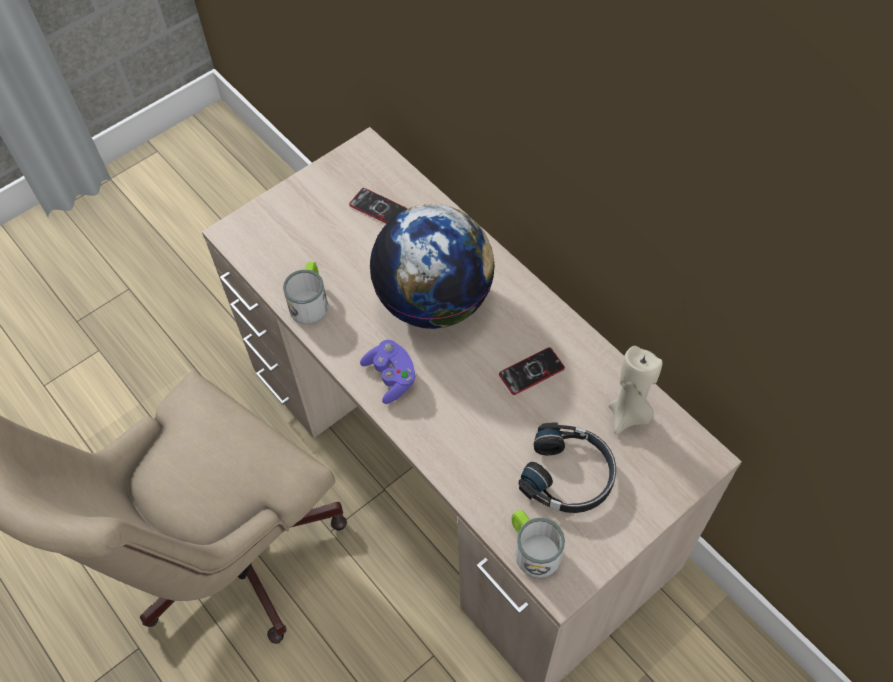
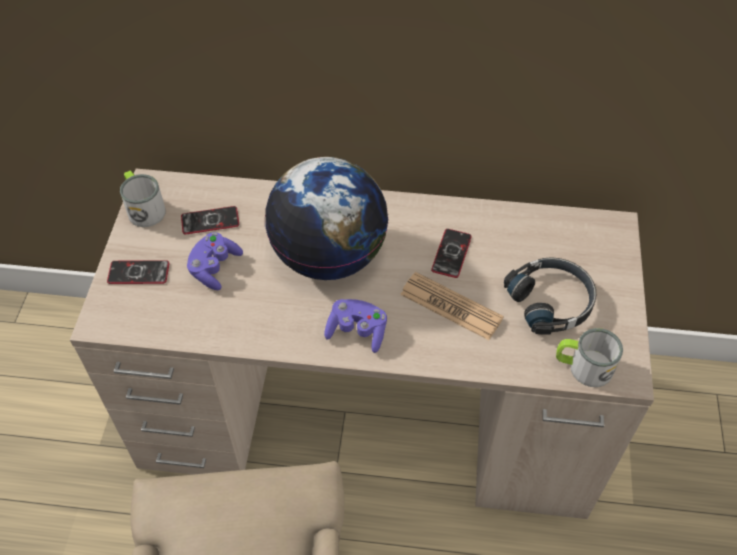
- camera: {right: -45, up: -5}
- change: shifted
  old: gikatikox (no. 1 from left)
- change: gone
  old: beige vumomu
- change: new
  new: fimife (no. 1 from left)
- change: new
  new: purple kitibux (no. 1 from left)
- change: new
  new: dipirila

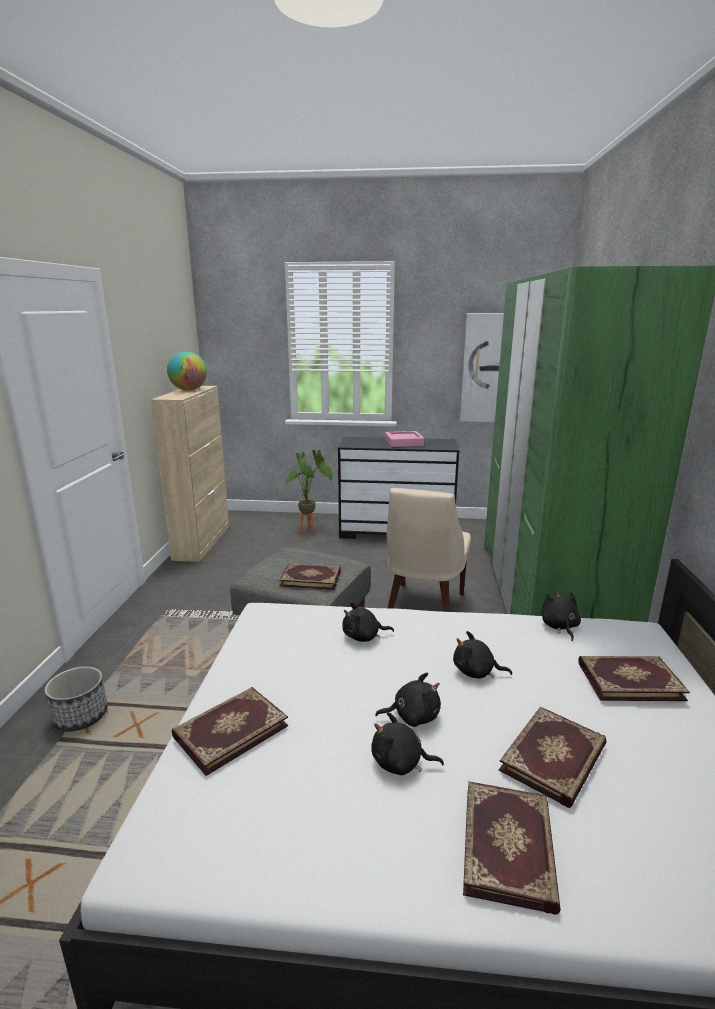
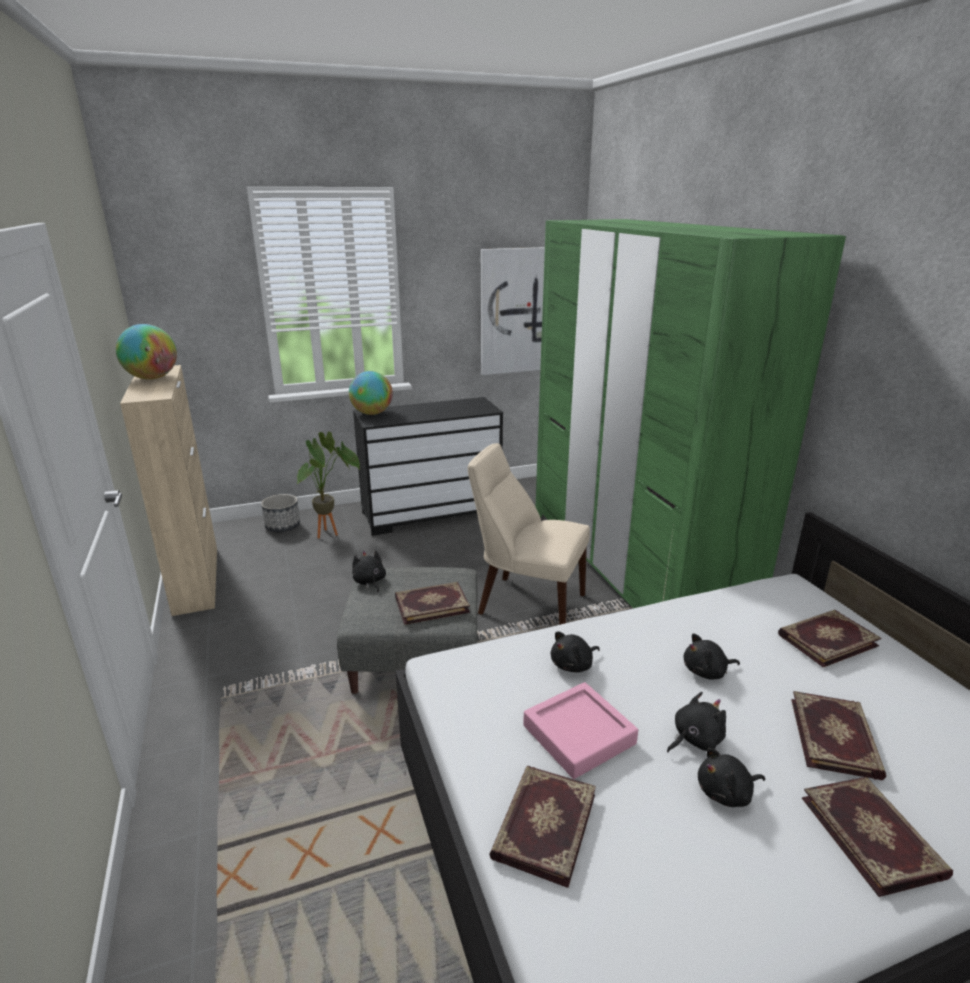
- camera: {right: -25, up: 5}
- change: shifted
  old: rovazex
- change: shifted
  old: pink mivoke
- change: rotated
  old: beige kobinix
  degrees: 120
- change: shifted
  old: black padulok (no. 5 from left in the first image)
  new: black padulok (no. 1 from left)
- change: new
  new: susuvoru (no. 2 from left)

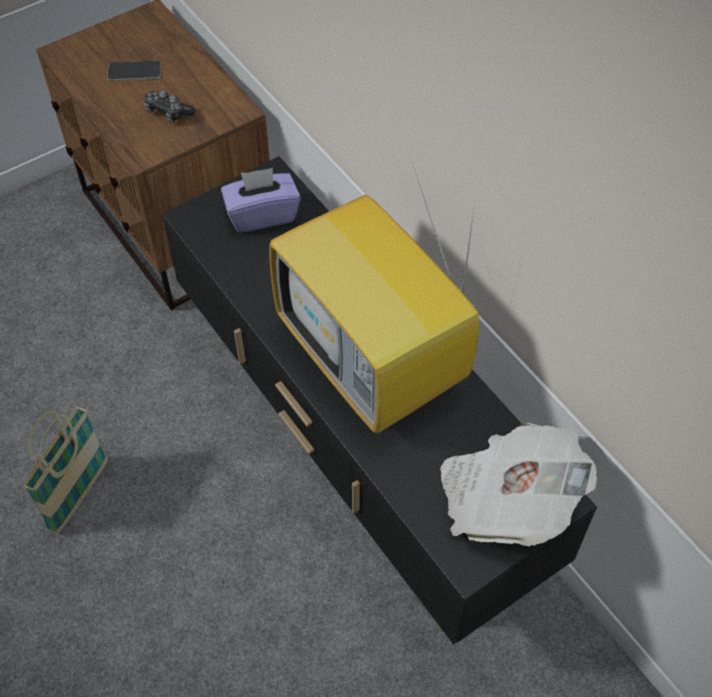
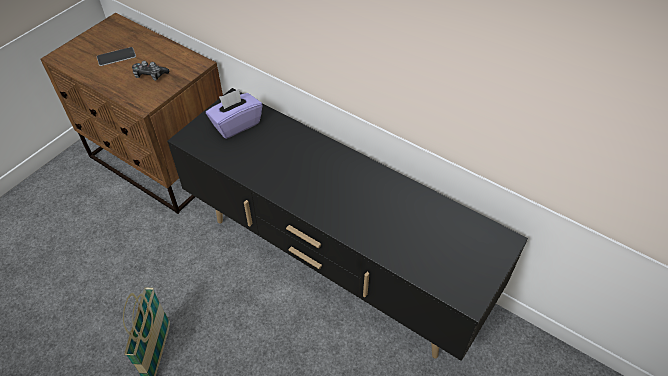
- camera: {right: -20, up: -5}
- change: gone
  old: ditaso
- change: gone
  old: dipirila

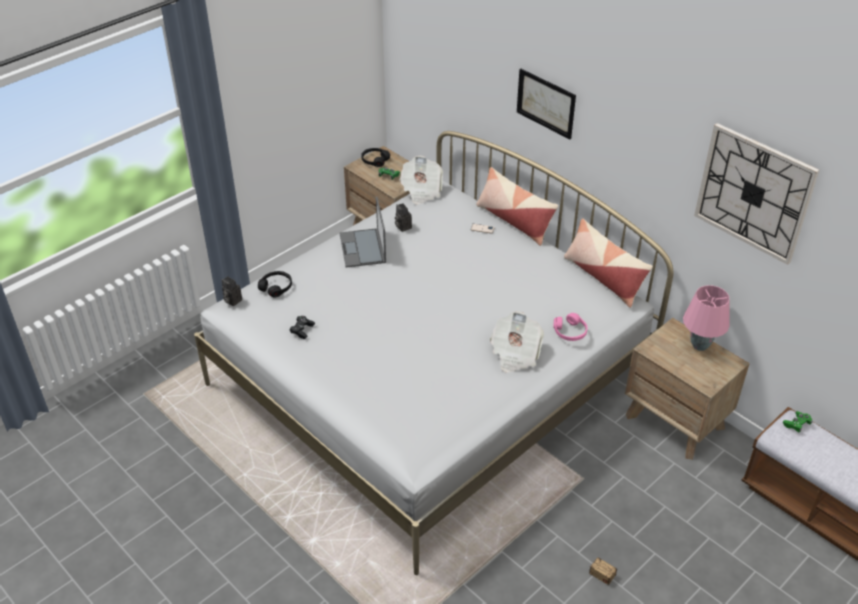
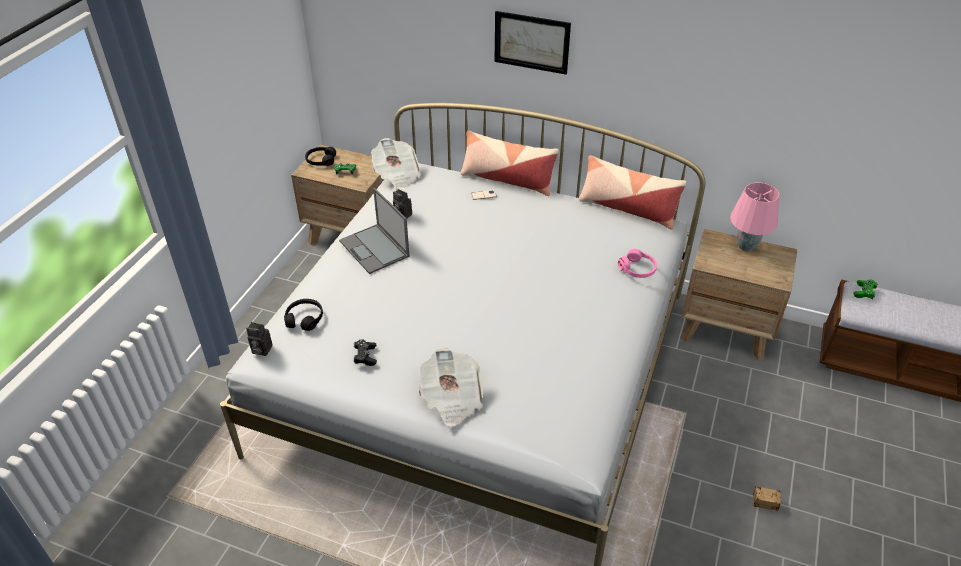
- camera: {right: -25, up: 0}
- change: shifted
  old: dipirila (no. 2 from left)
- change: gone
  old: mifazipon

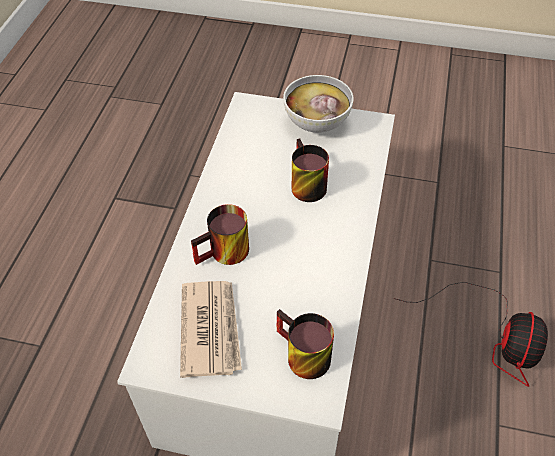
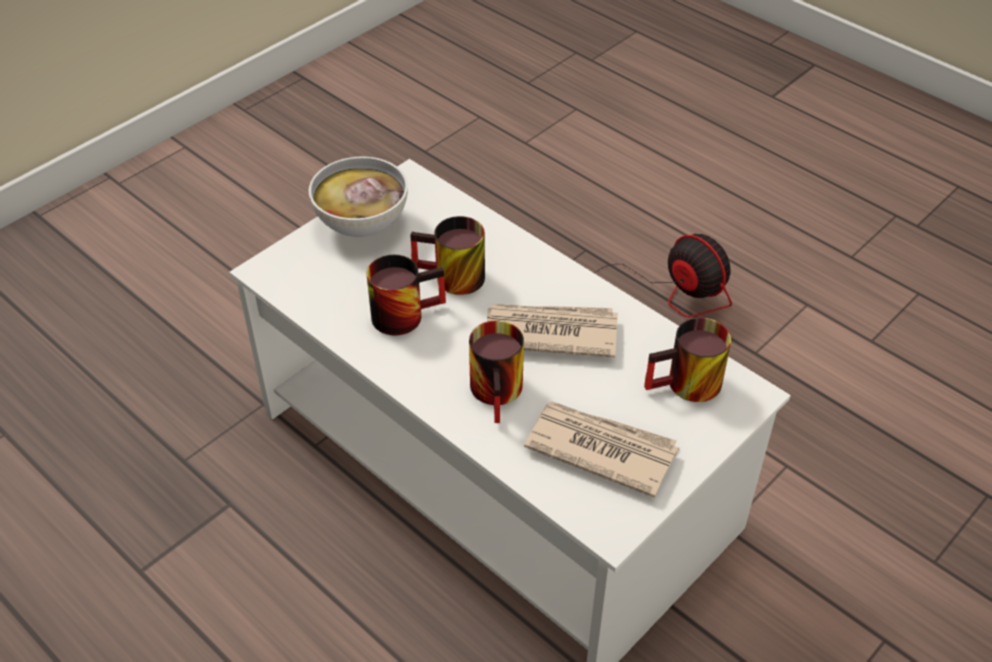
- camera: {right: -60, up: -5}
- change: new
  new: gikatikox (no. 1 from left)
- change: new
  new: dipirila (no. 1 from left)

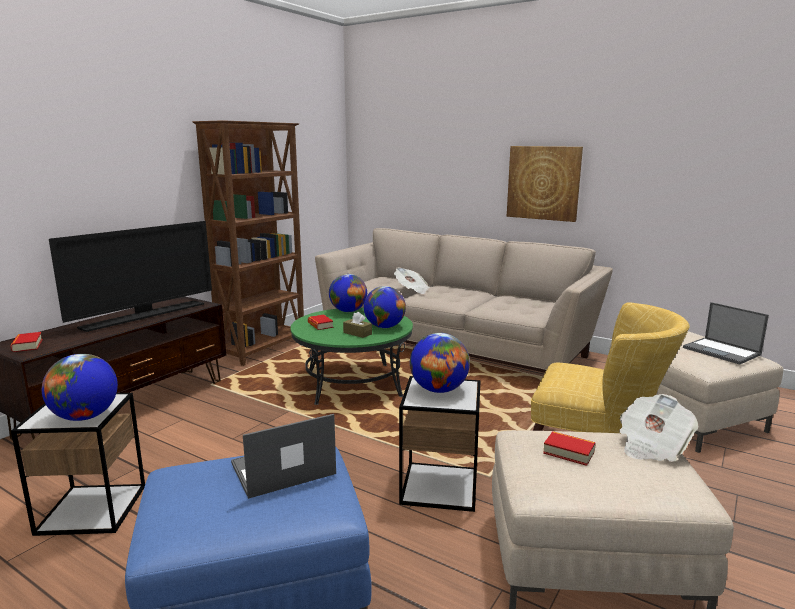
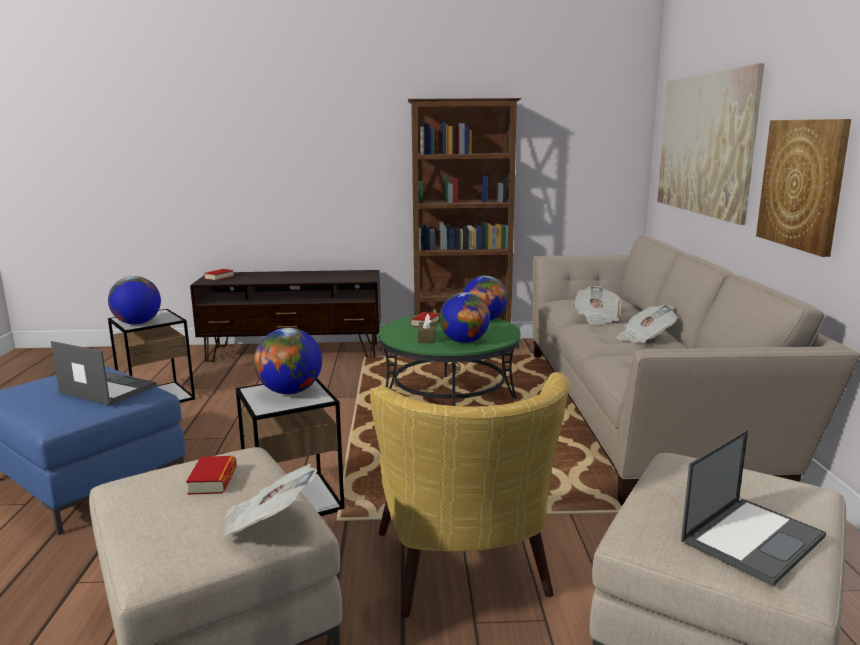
- camera: {right: 55, up: 0}
- change: gone
  old: ditaso
- change: rotated
  old: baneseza (no. 2 from left)
  degrees: -150
- change: new
  new: dipirila (no. 3 from left)
- change: new
  new: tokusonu (no. 1 from left)

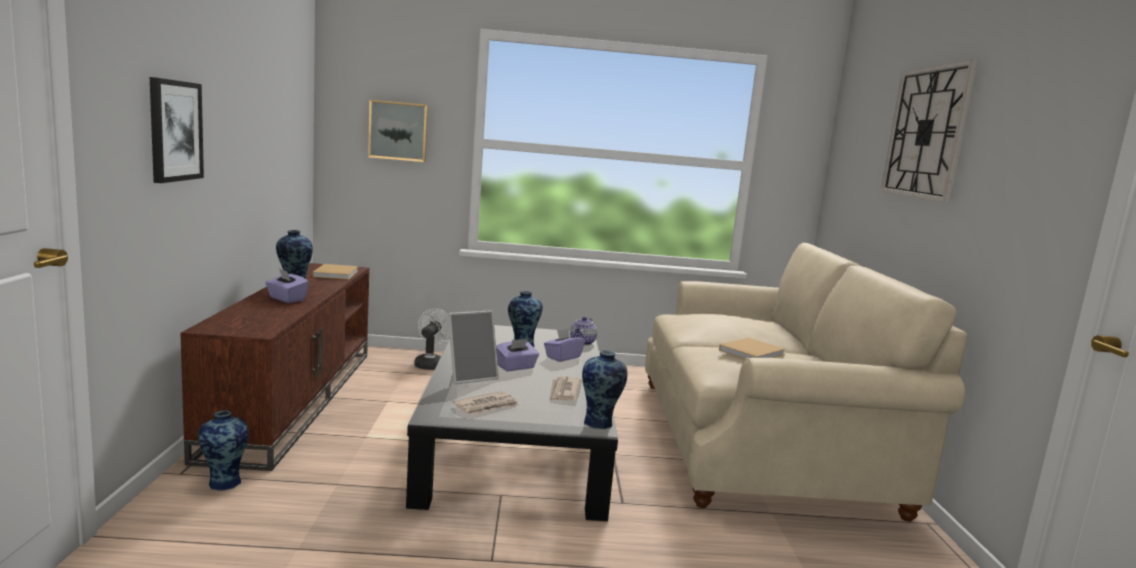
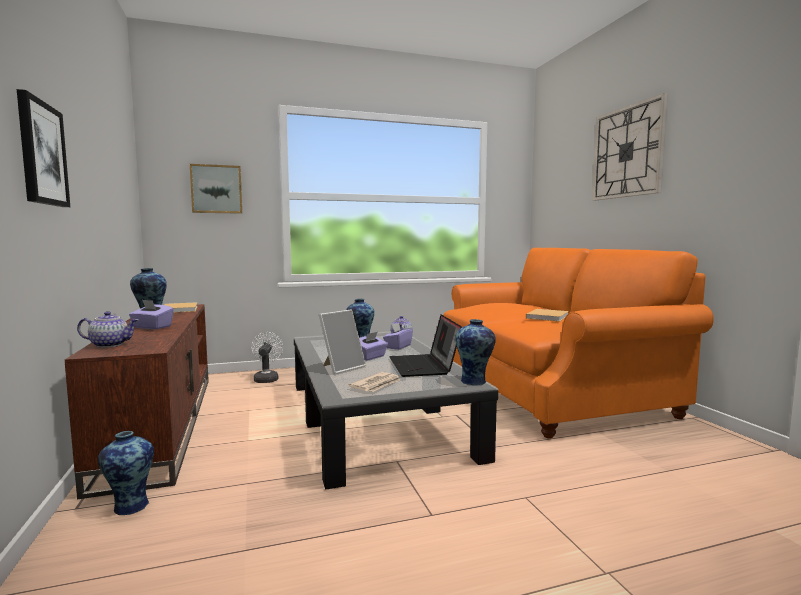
- camera: {right: -15, up: -5}
- change: swapped
  old: dipirila (no. 2 from left)
  new: baneseza
- change: repainted
  old: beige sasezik
  new: orange sasezik
- change: new
  new: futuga (no. 1 from left)

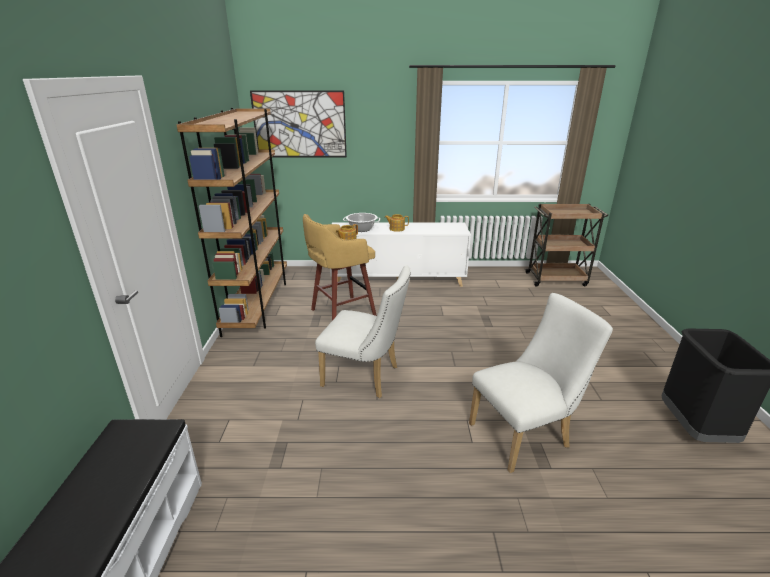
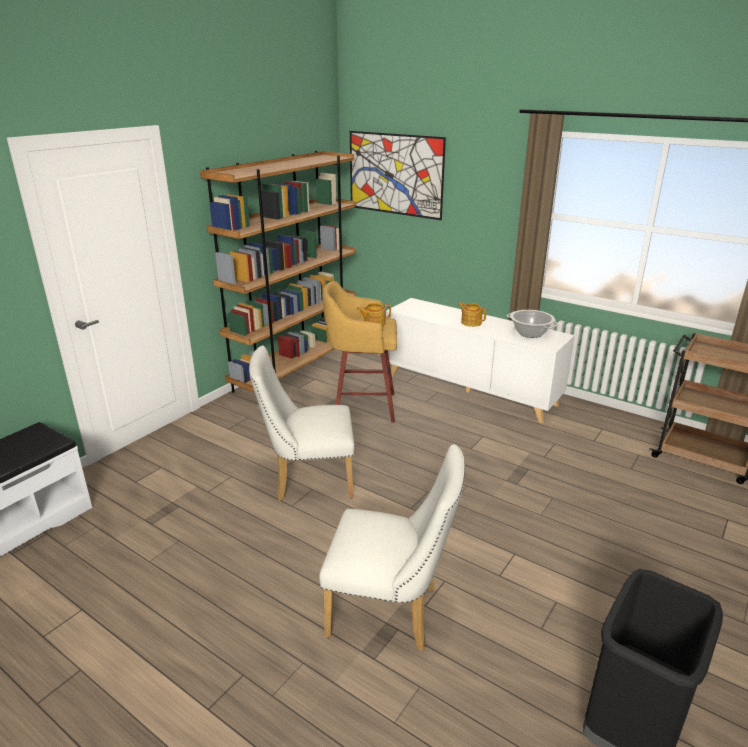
- camera: {right: 35, up: 0}
- change: rotated
  old: white kobinix (no. 1 from left)
  degrees: 120
- change: shifted
  old: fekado

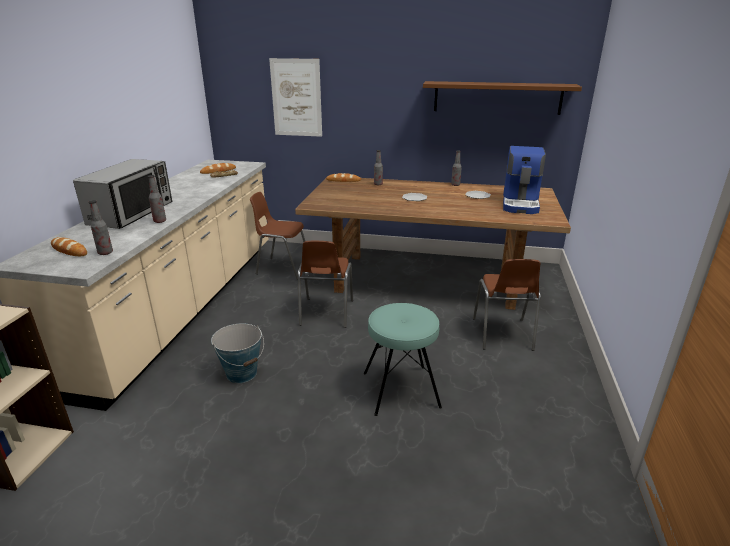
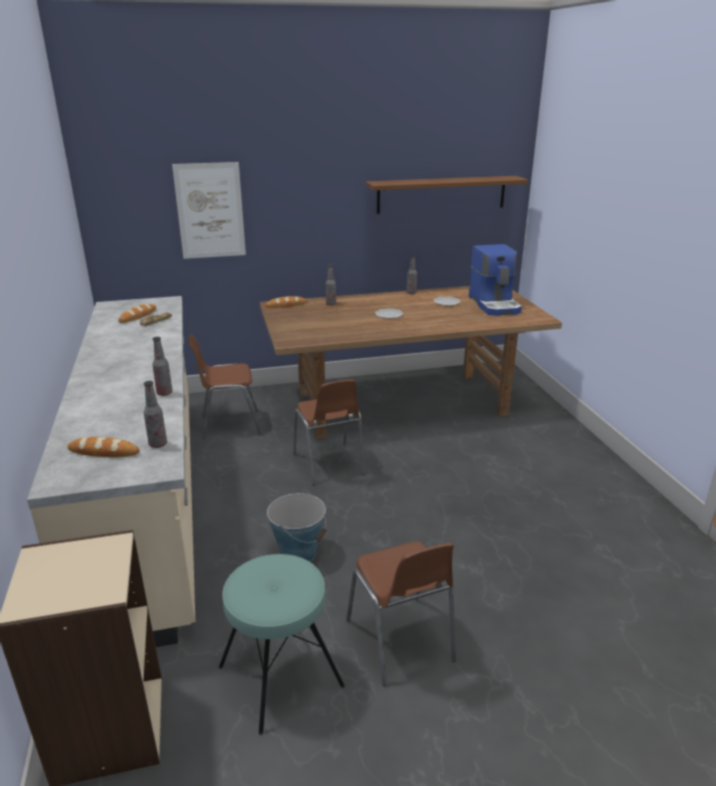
- camera: {right: -25, up: 0}
- change: gone
  old: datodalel
- change: shifted
  old: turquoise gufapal
- change: shifted
  old: brown kobinix (no. 3 from left)

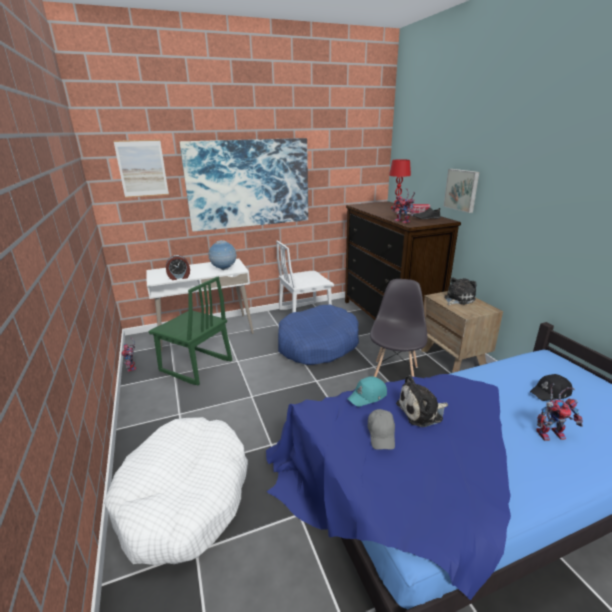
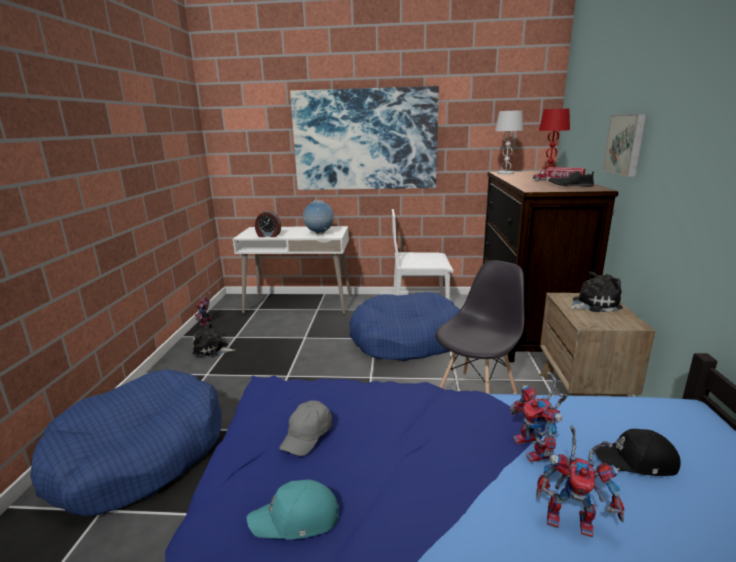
- camera: {right: 25, up: -5}
- change: repainted
  old: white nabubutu
  new: blue nabubutu (no. 1 from left)
- change: gone
  old: tokusonu (no. 1 from left)
- change: gone
  old: green kobinix
- change: shifted
  old: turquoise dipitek
- change: shifted
  old: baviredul (no. 2 from left)
- change: shifted
  old: padulok (no. 1 from left)
- change: new
  new: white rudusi

